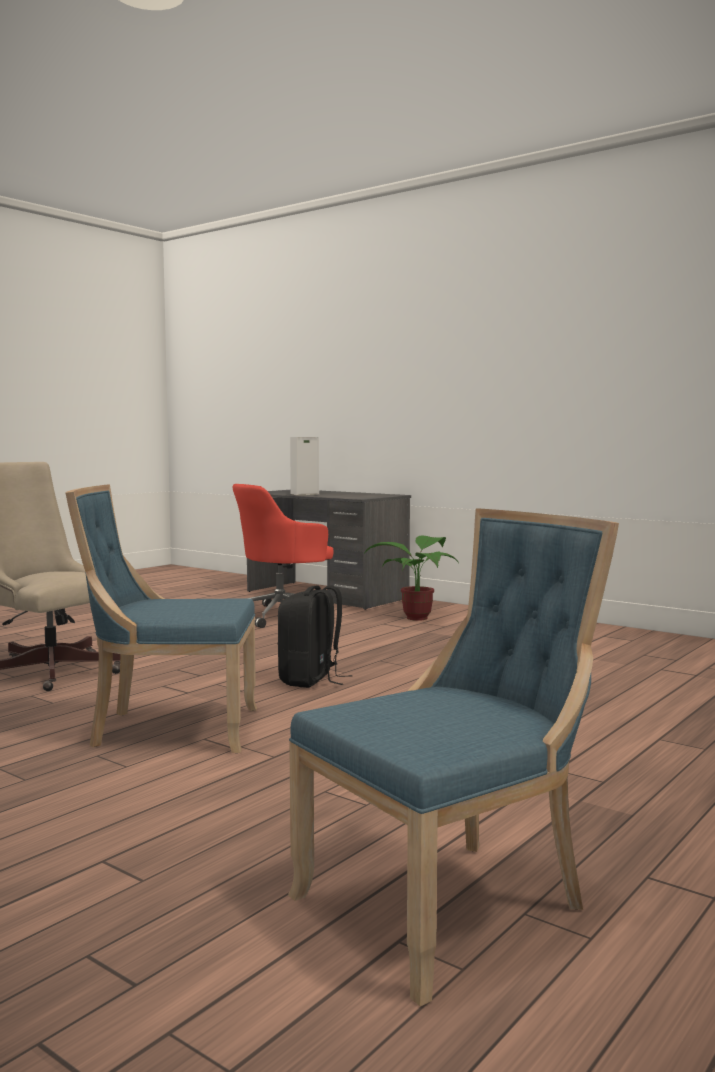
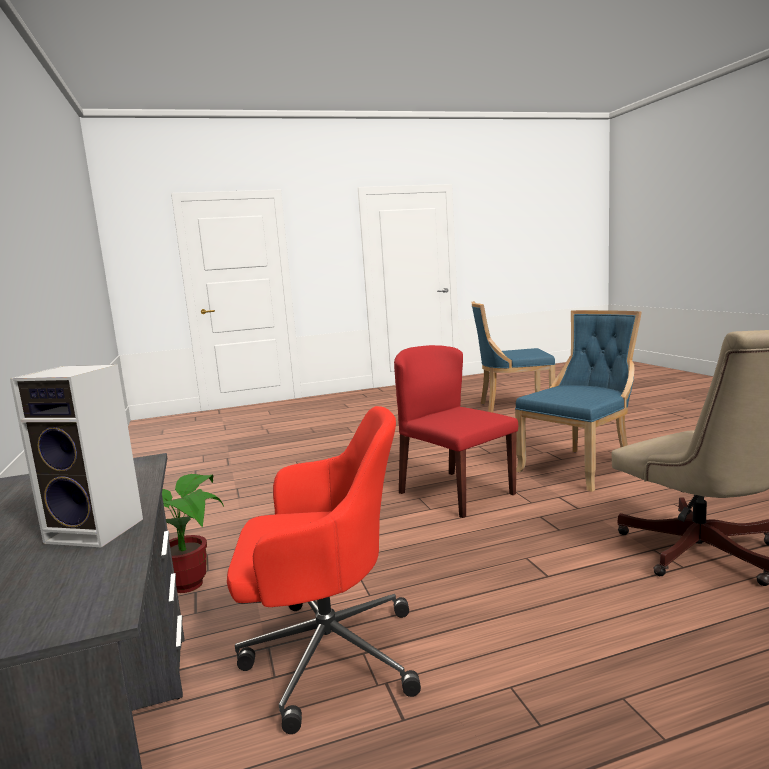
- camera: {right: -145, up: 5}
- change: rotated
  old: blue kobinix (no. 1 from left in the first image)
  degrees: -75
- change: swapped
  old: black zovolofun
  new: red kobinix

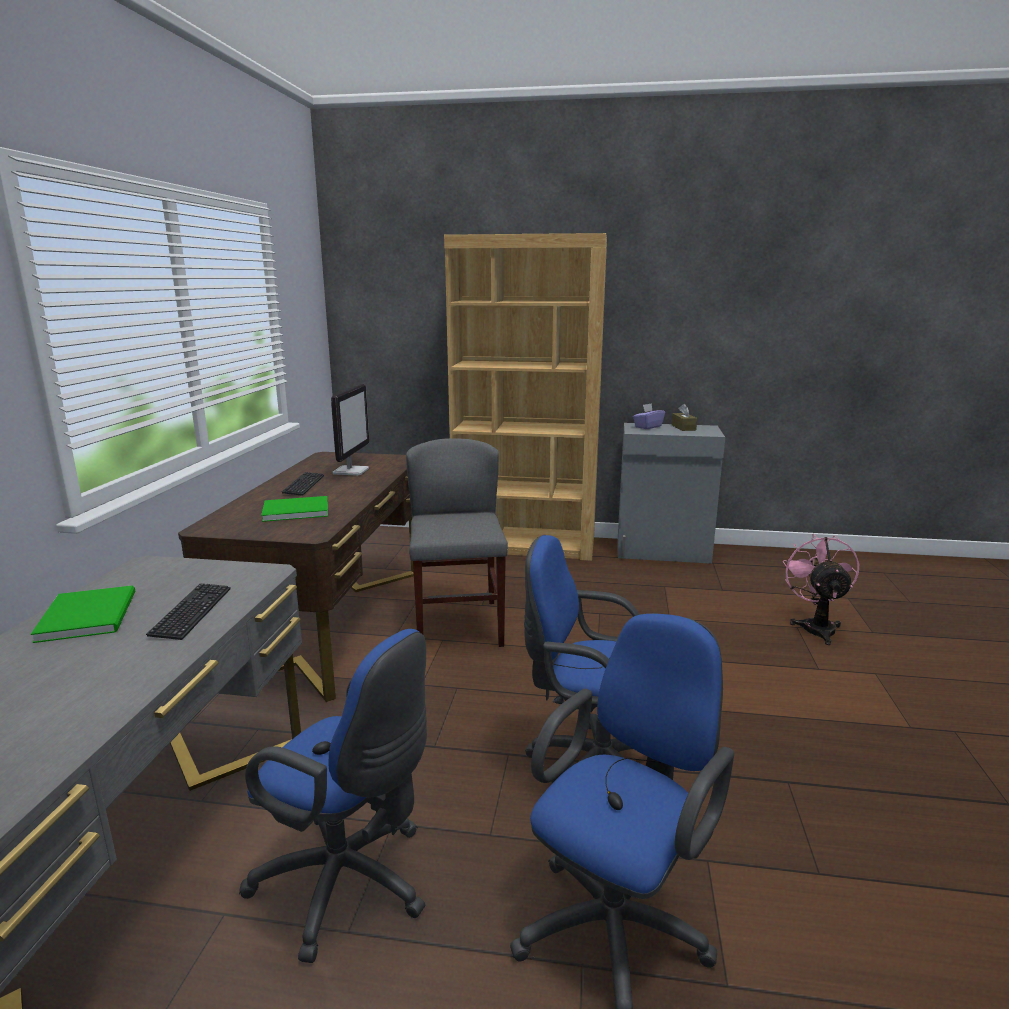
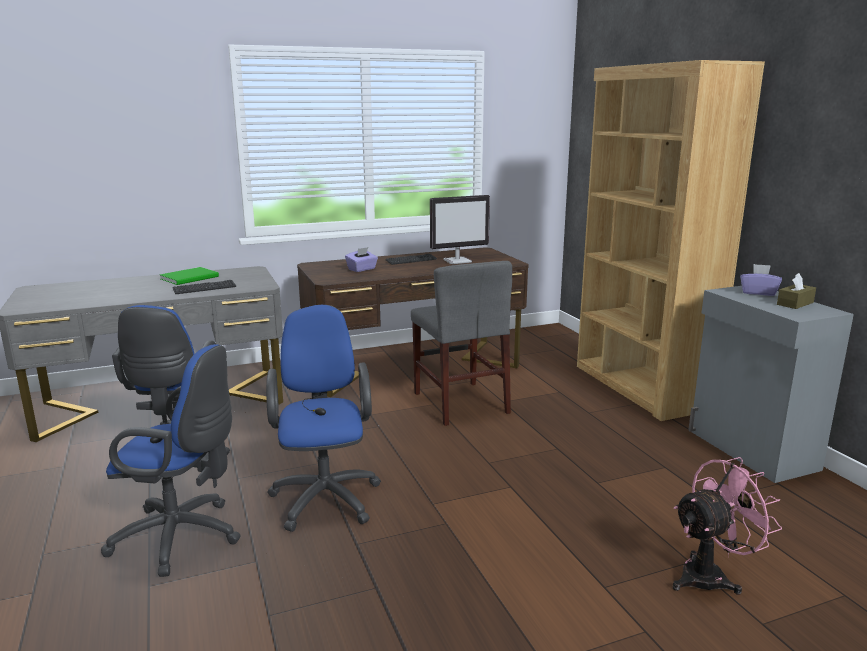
- camera: {right: 60, up: 0}
- change: swapped
  old: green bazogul (no. 2 from left)
  new: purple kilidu (no. 1 from left)
- change: rotated
  old: grey kobinix
  degrees: 105

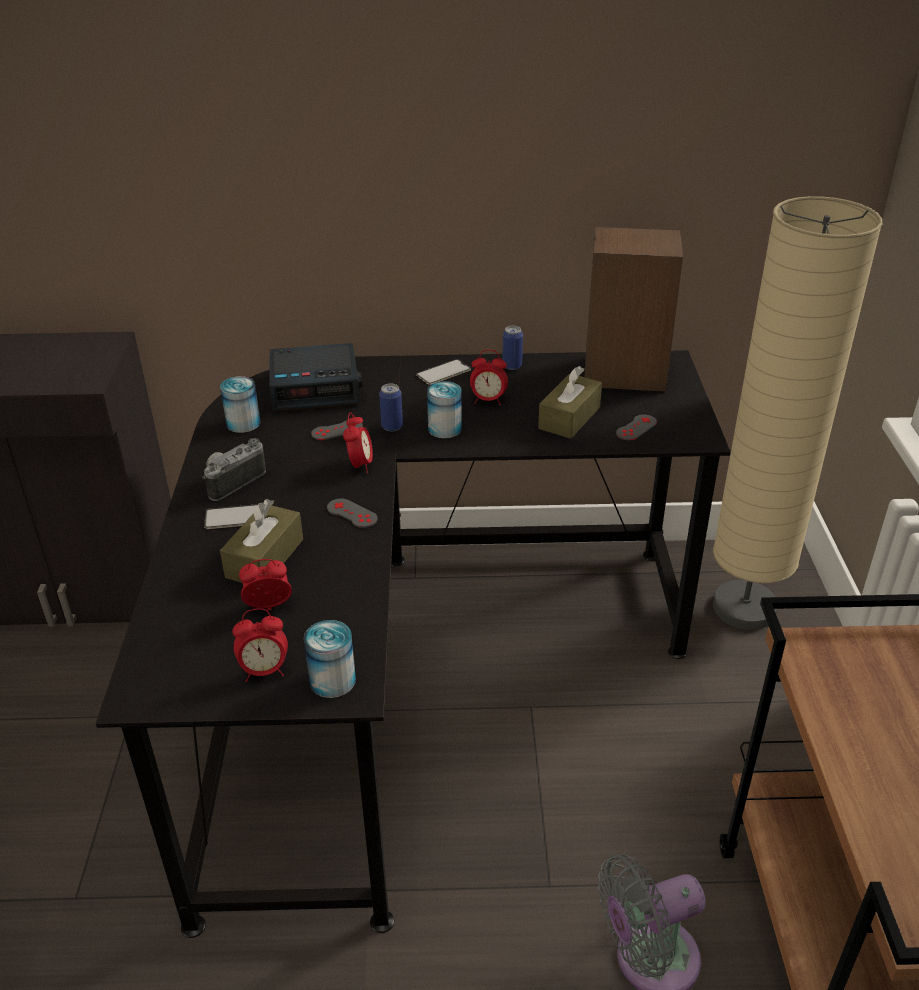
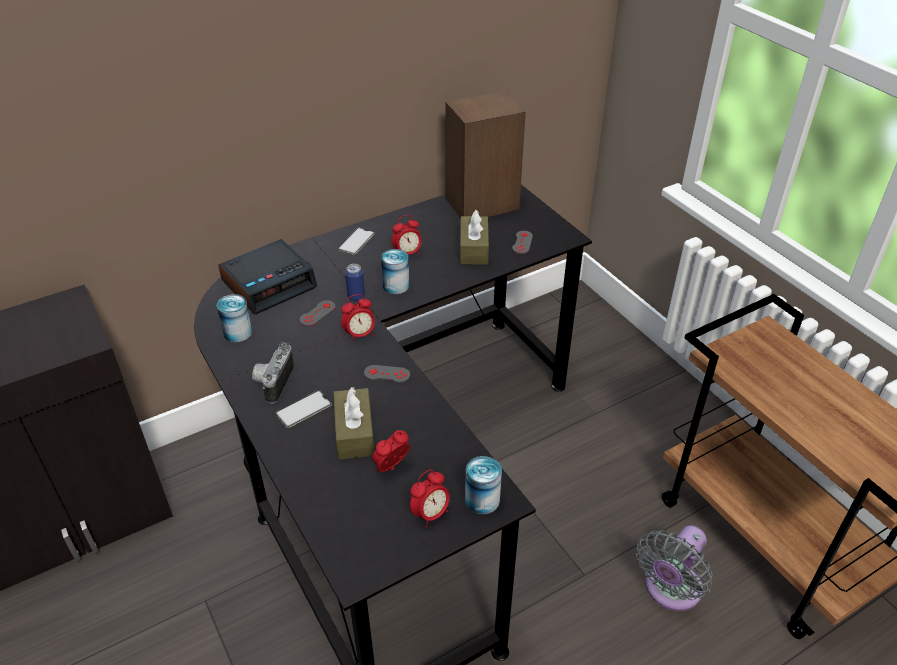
- camera: {right: -30, up: 5}
- change: rotated
  old: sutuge (no. 4 from left in the first image)
  degrees: 90
- change: gone
  old: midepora (no. 5 from left)
- change: gone
  old: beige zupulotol

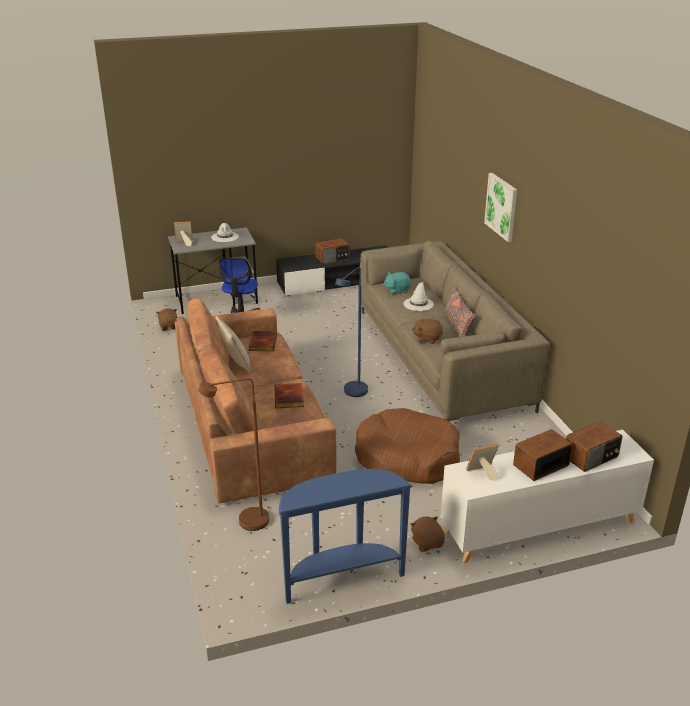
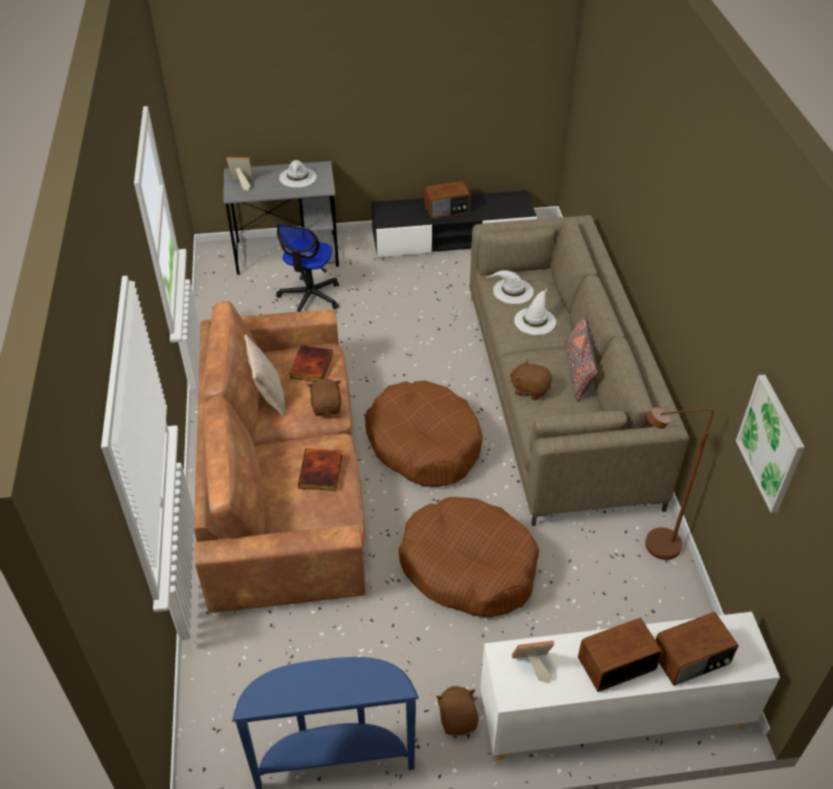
- camera: {right: 10, up: 15}
- change: shifted
  old: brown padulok (no. 1 from left)
- change: shifted
  old: brown zupulotol
- change: swapped
  old: blue zupulotol
  new: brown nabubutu (no. 1 from left)
- change: swapped
  old: turquoise padulok
  new: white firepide (no. 2 from left)
- change: shifted
  old: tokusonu

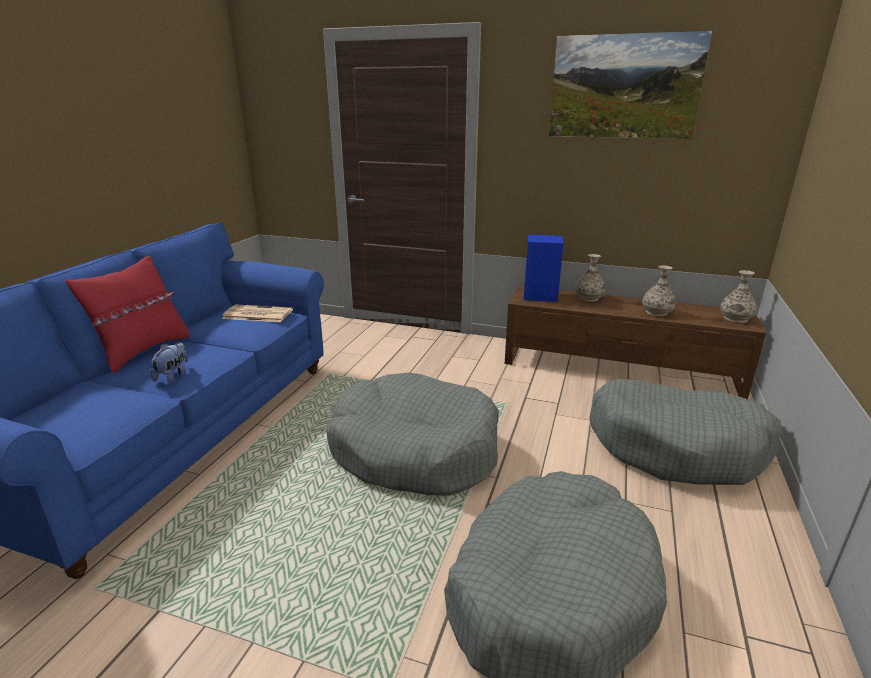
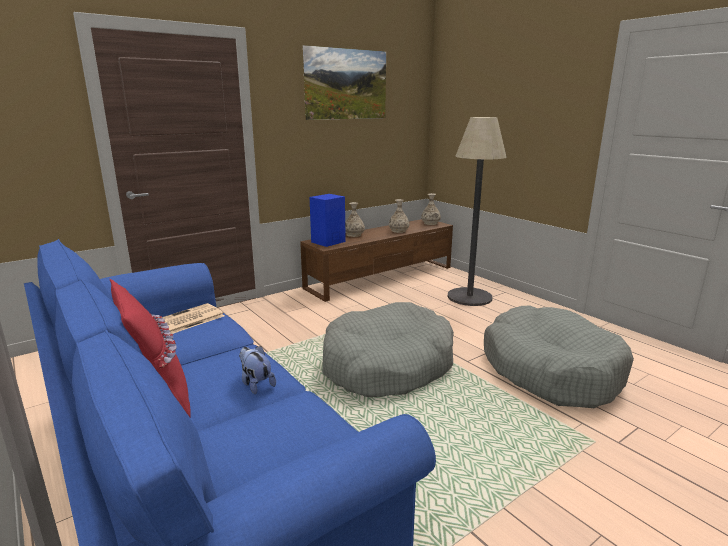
- camera: {right: -55, up: -5}
- change: swapped
  old: grey nabubutu (no. 3 from left)
  new: zupulotol

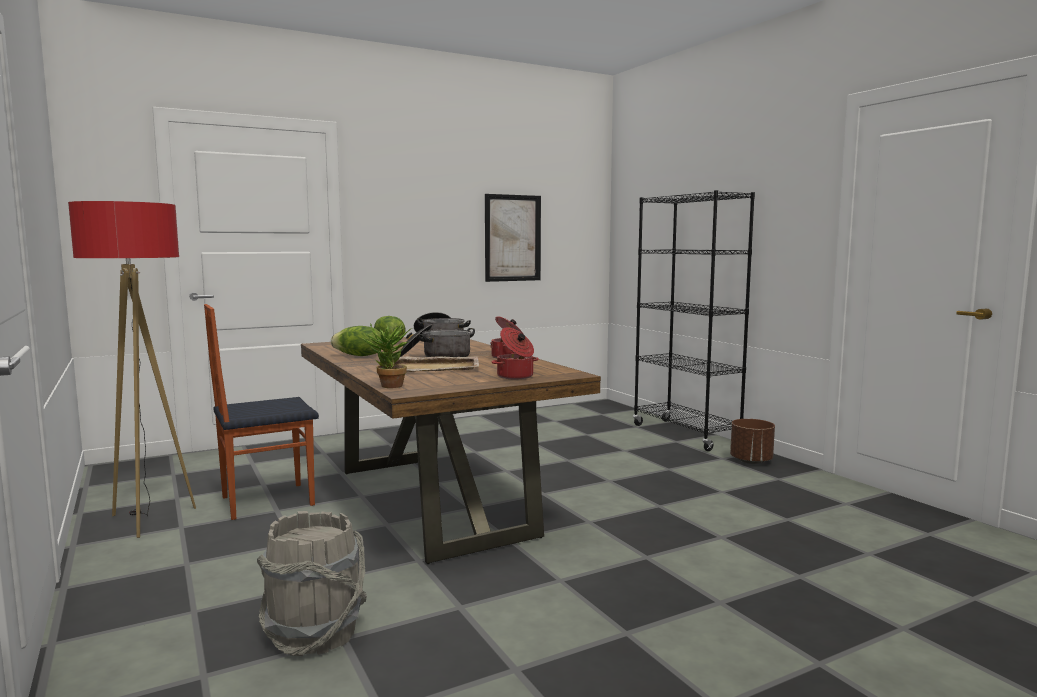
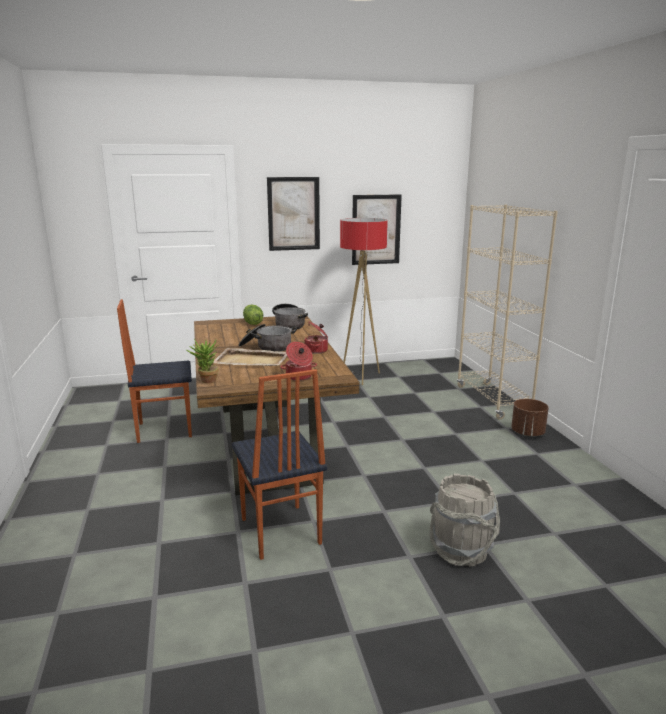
- camera: {right: 15, up: 10}
- change: shifted
  old: zupulotol
- change: shifted
  old: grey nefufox
- change: gone
  old: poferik (no. 1 from left)
- change: repainted
  old: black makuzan
  new: beige makuzan
- change: new
  new: kobinix (no. 2 from left)
- change: new
  new: tokusonu (no. 1 from left)

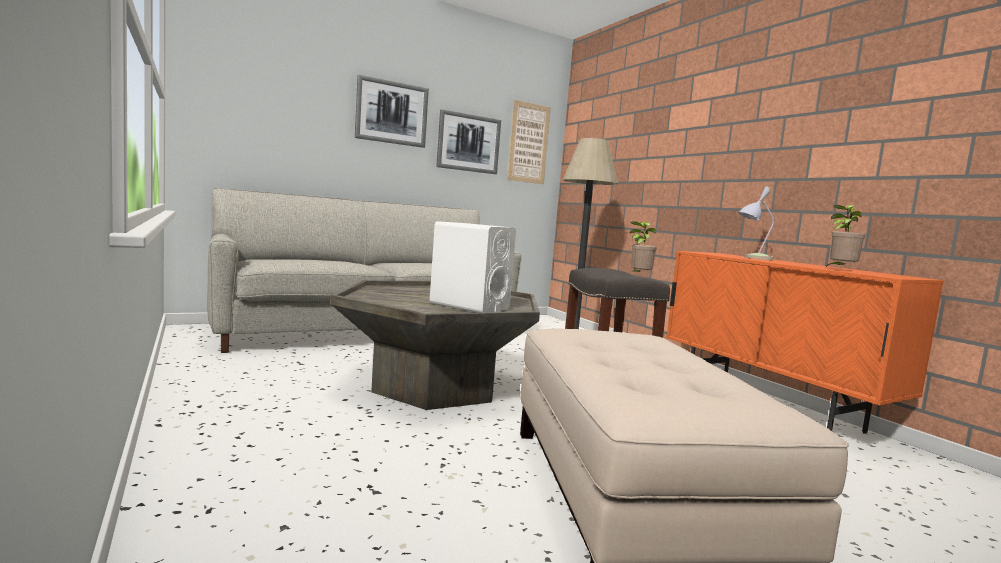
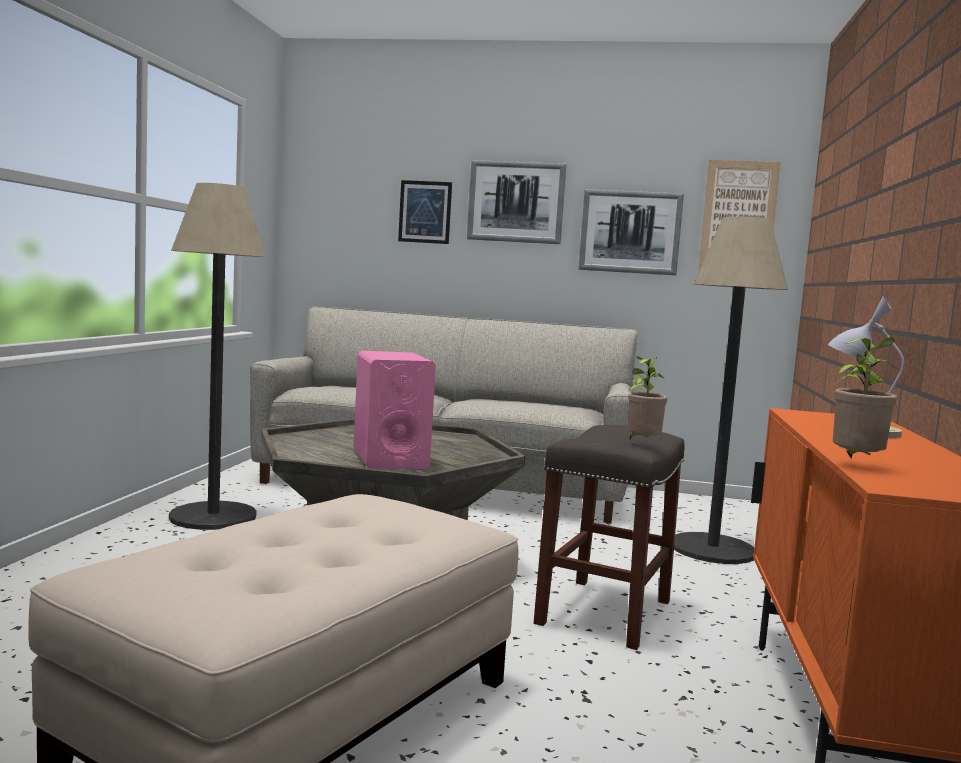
- camera: {right: 40, up: 0}
- change: repainted
  old: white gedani
  new: pink gedani
- change: new
  new: zupulotol (no. 1 from left)
- change: new
  new: tokusonu (no. 1 from left)

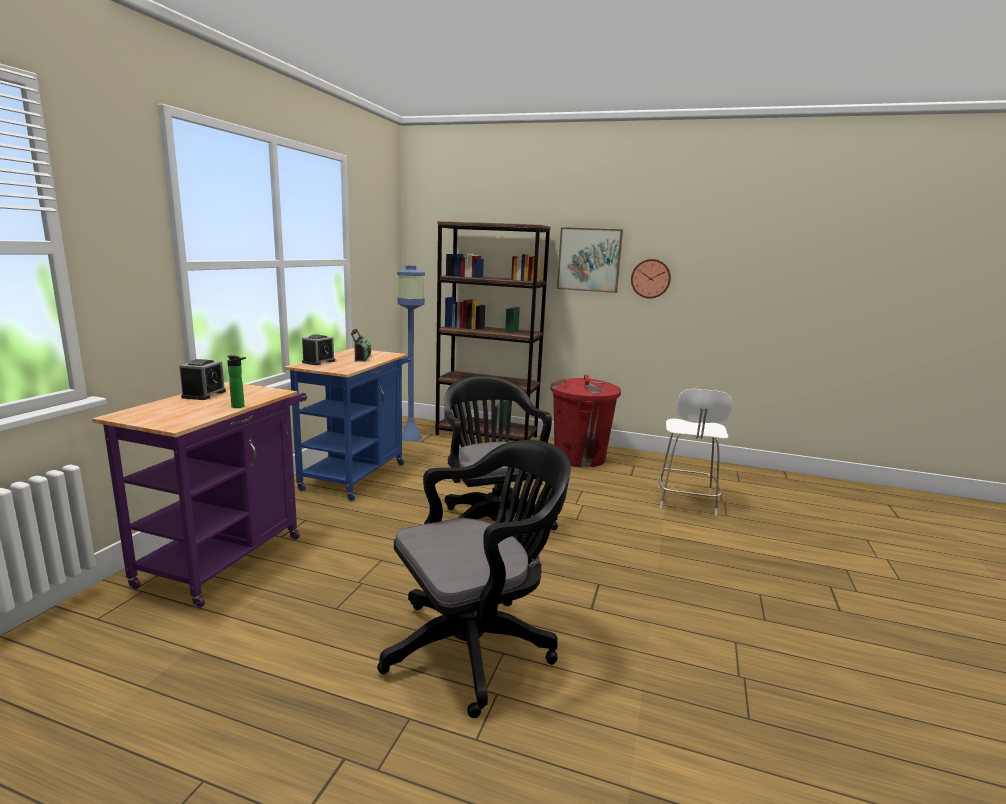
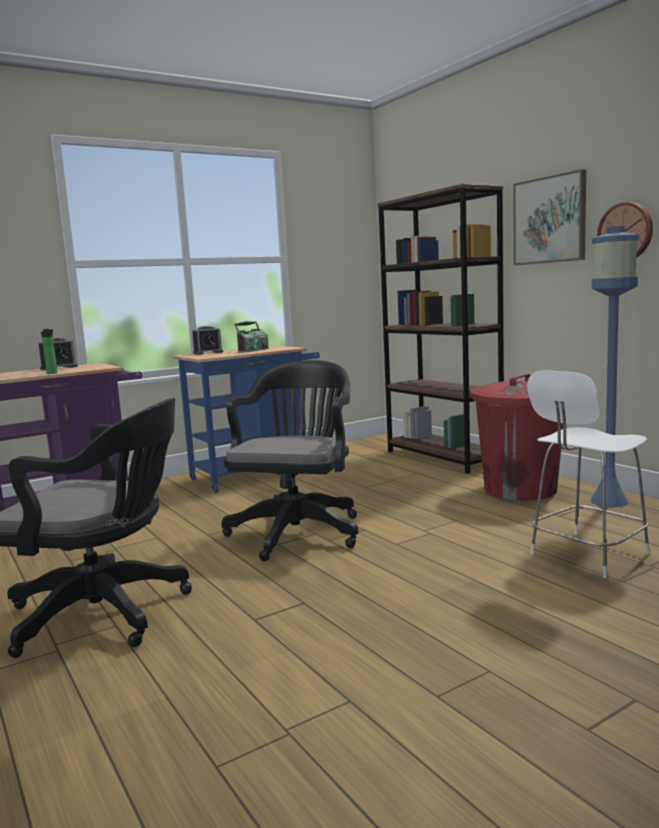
- camera: {right: 40, up: -5}
- change: shifted
  old: blue zupulotol

